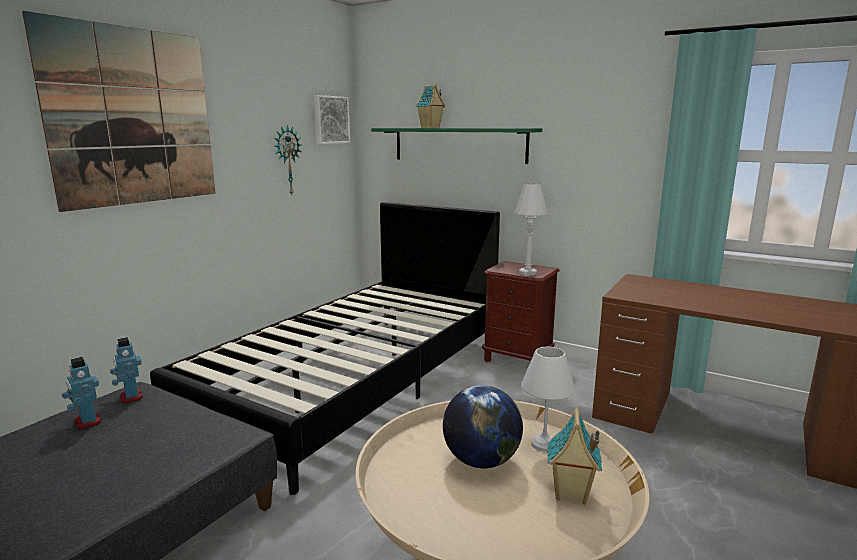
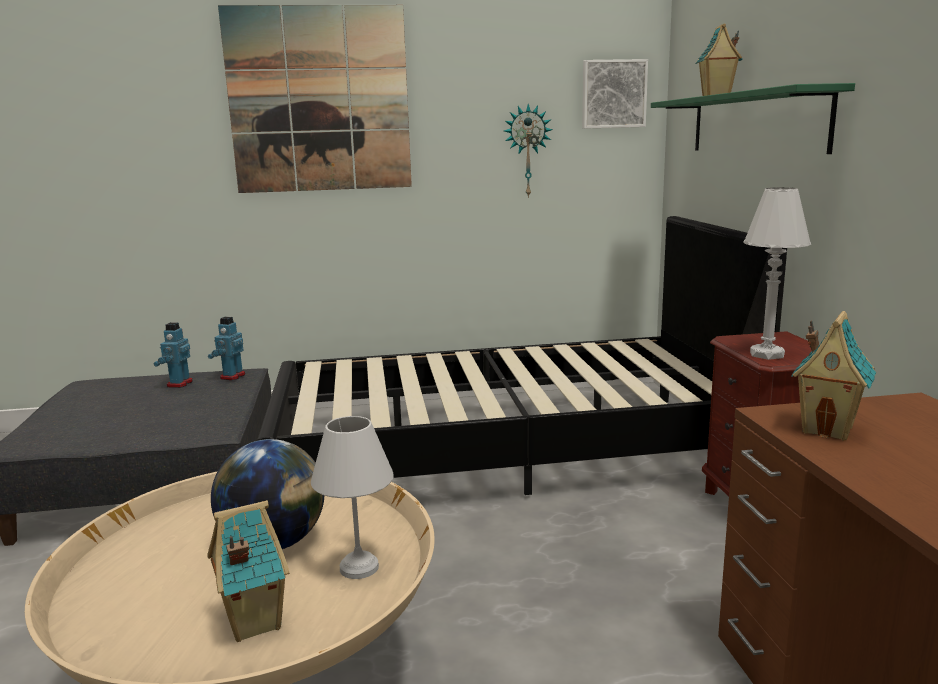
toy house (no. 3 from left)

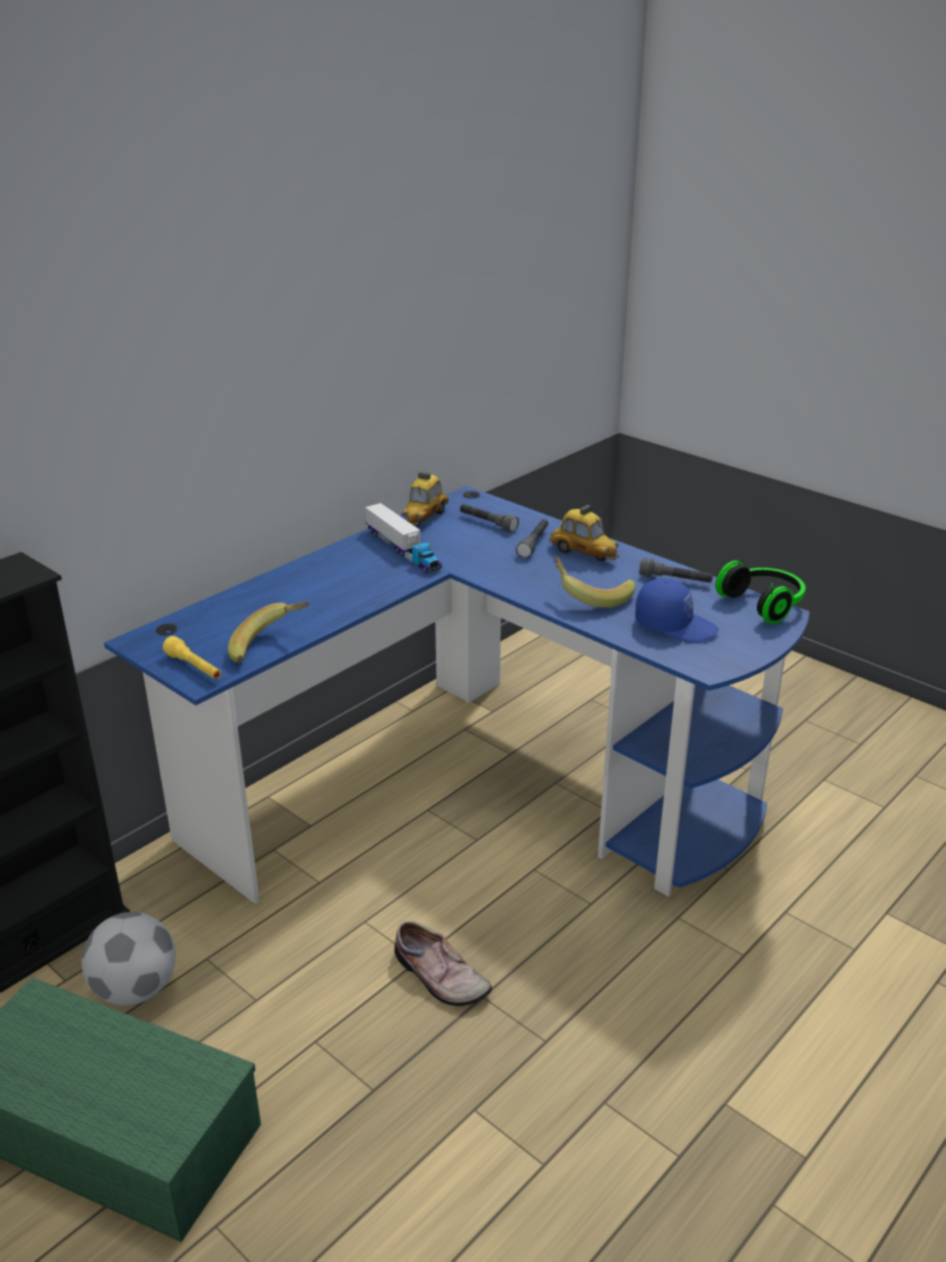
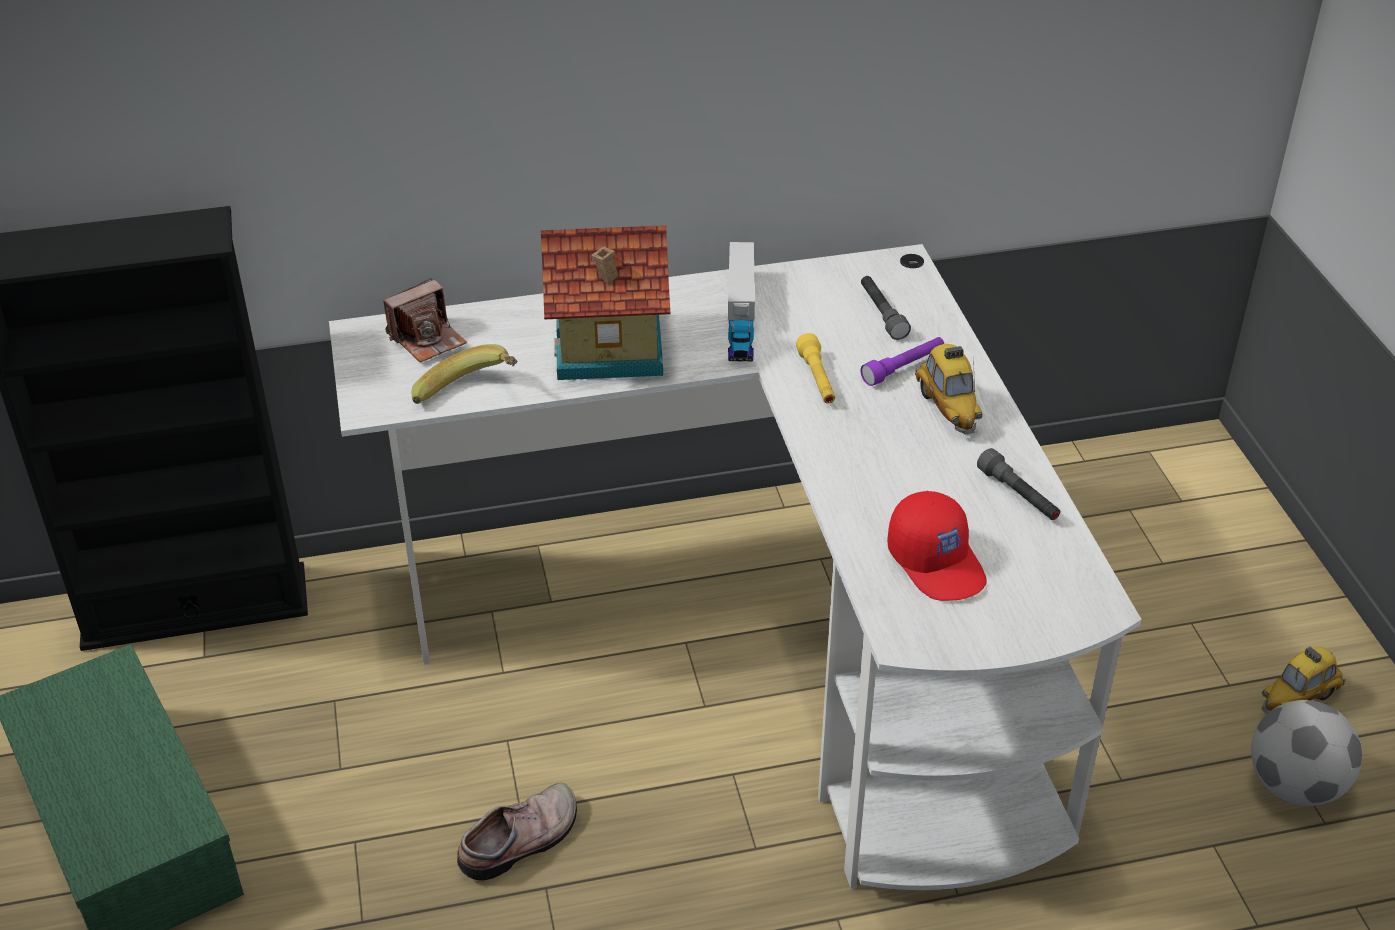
banana (no. 2 from left in the first image)
headphones
photo camera
toy house
football
yellow flashlight
toy car (no. 2 from left)
white desk
purple flashlight
red cap
shoe

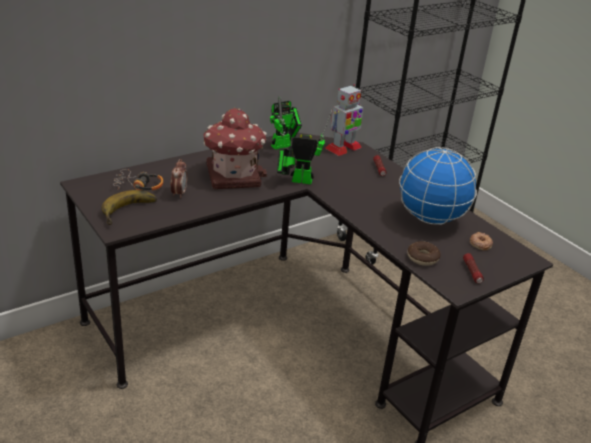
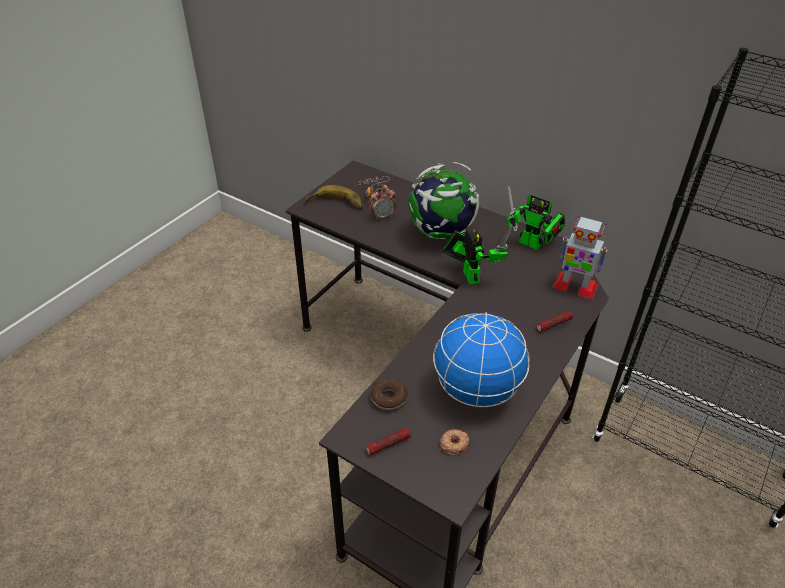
globe (no. 1 from left)

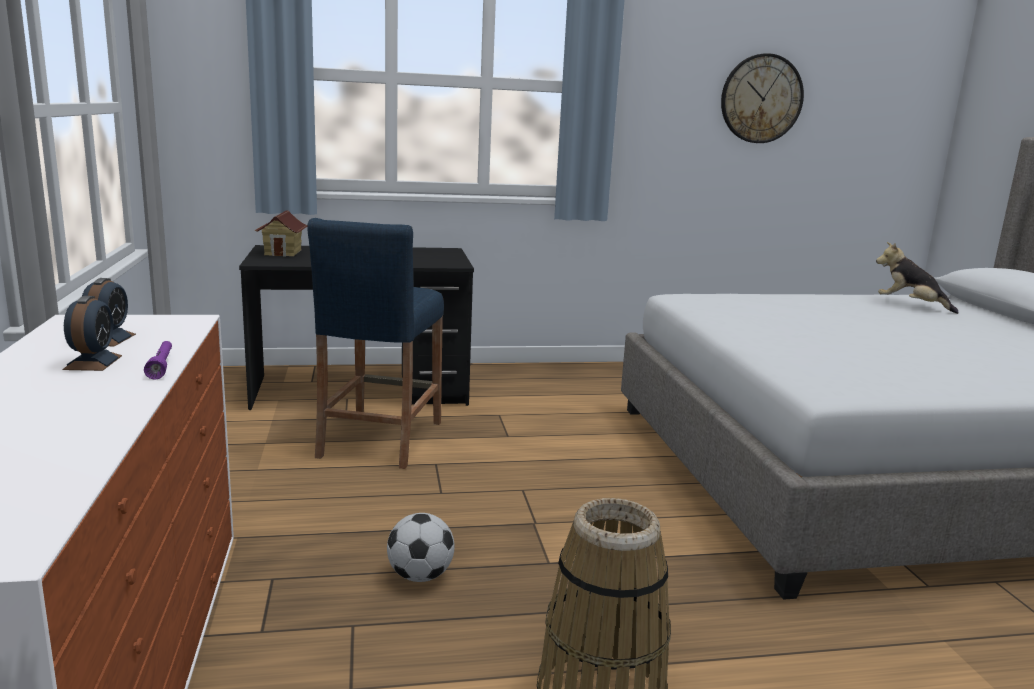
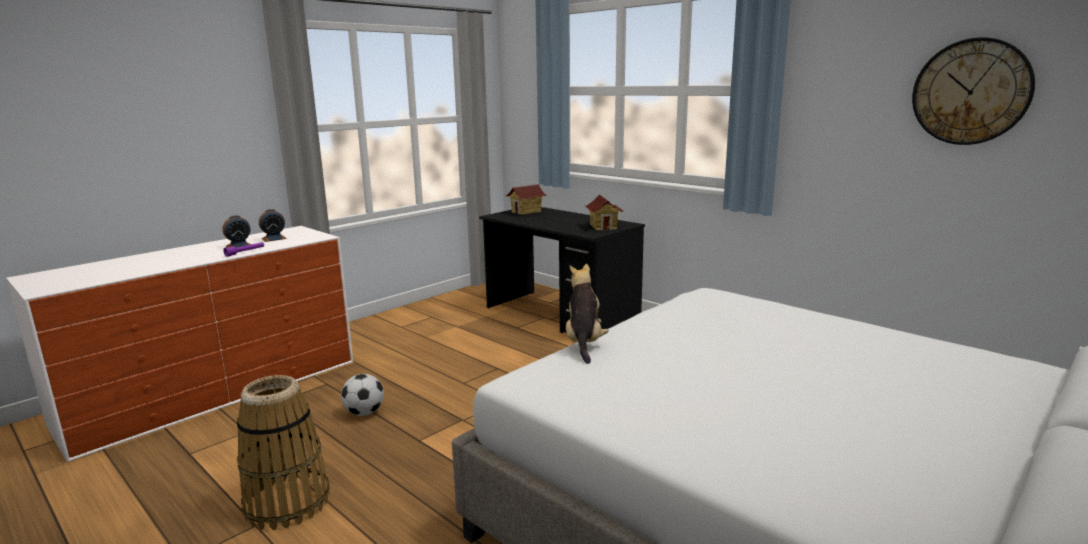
blue stool
toy house (no. 2 from left)
plush toy

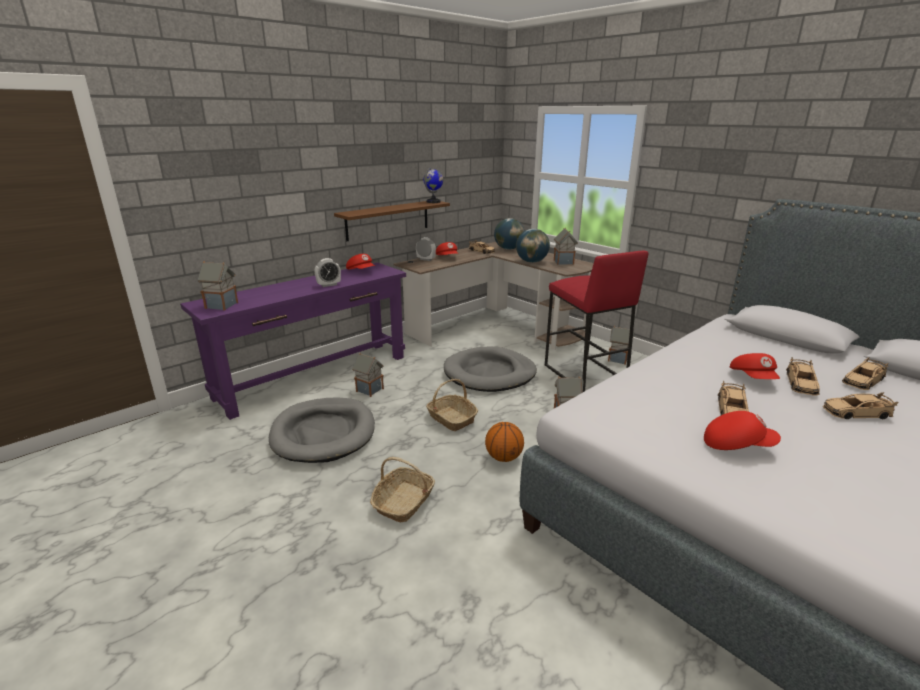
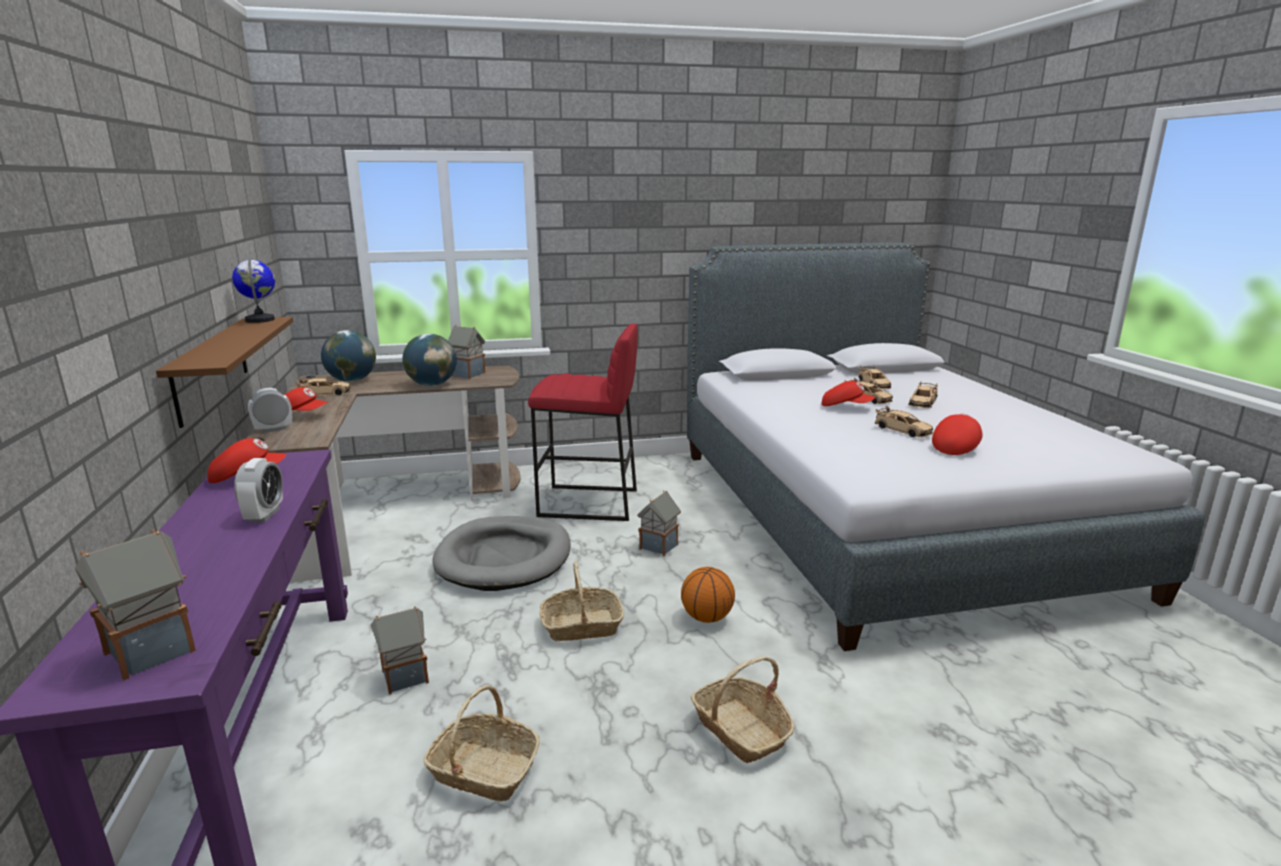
toy house (no. 5 from left in the first image)
basket (no. 1 from left)

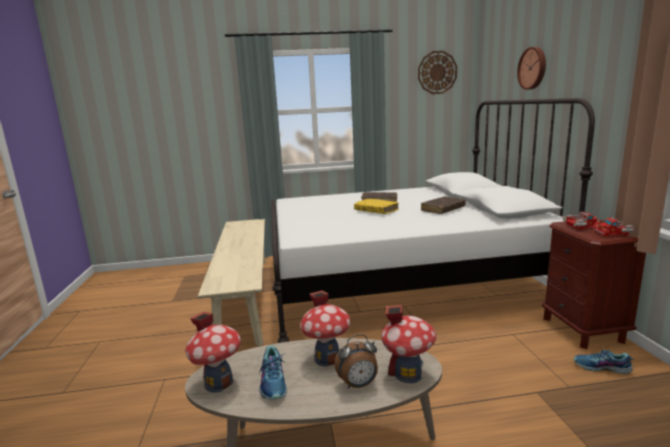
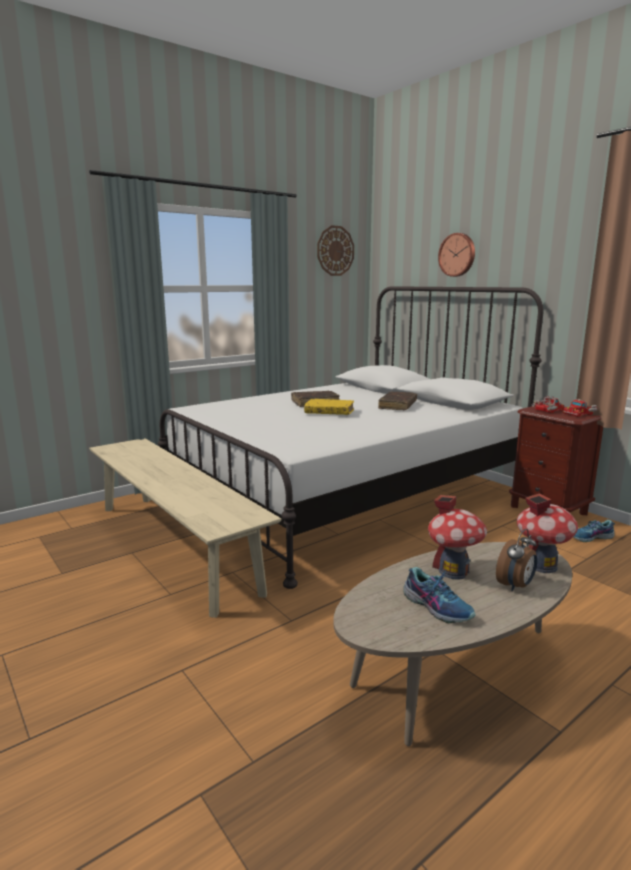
toy house (no. 1 from left in the first image)

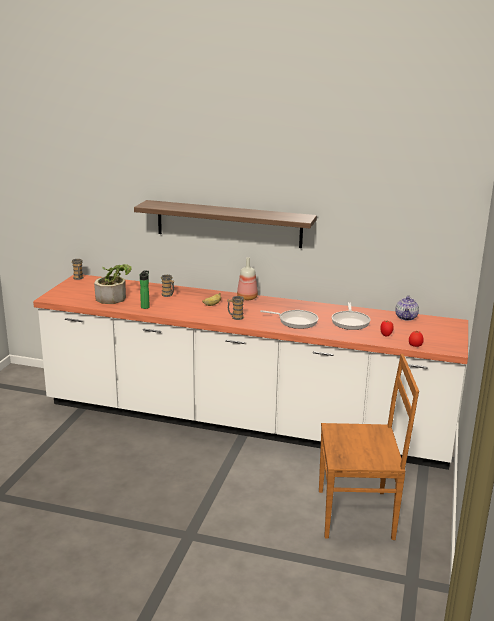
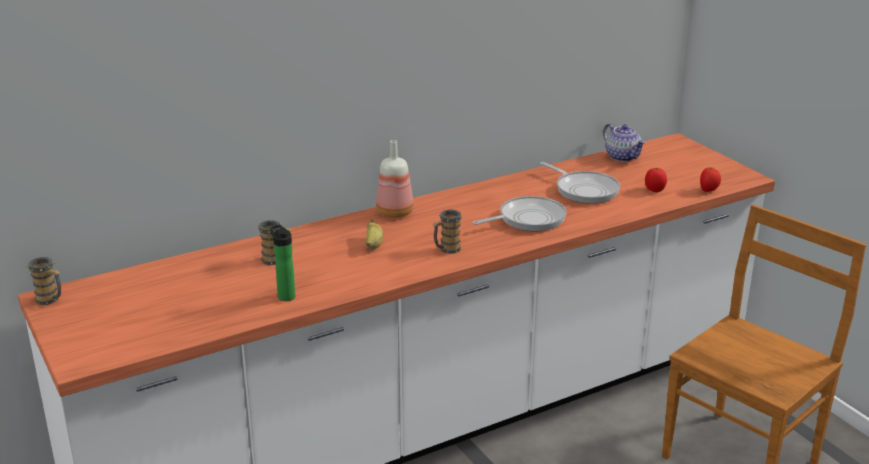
potted plant
shelf

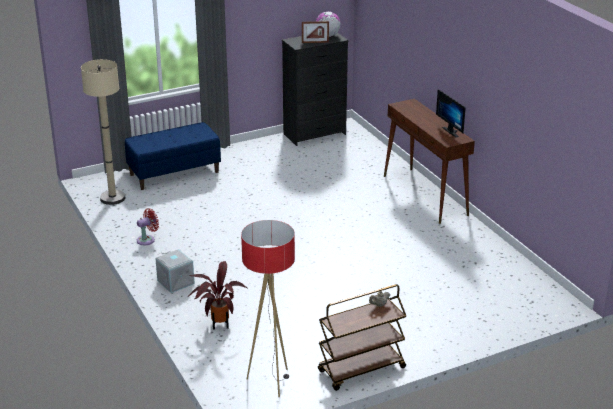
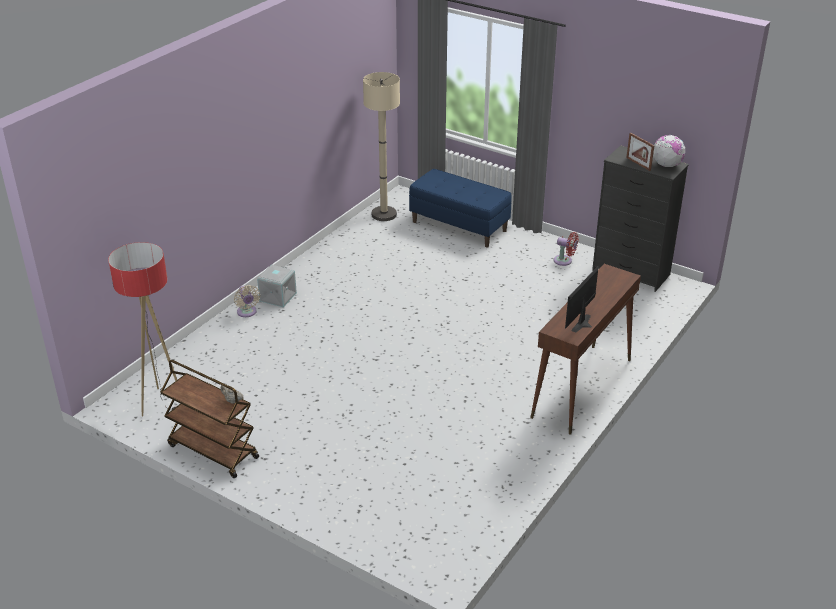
potted plant
beige fan
red fan

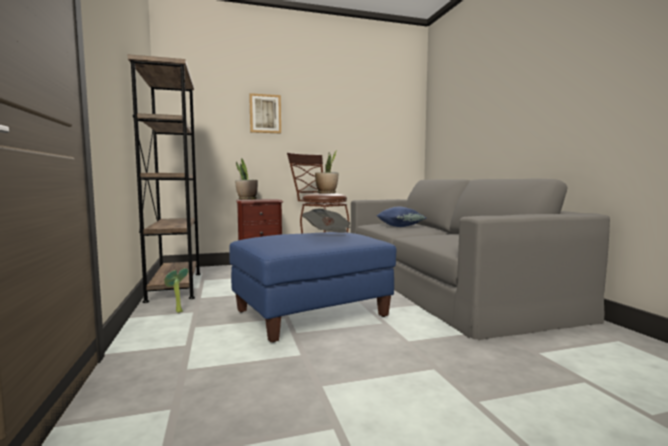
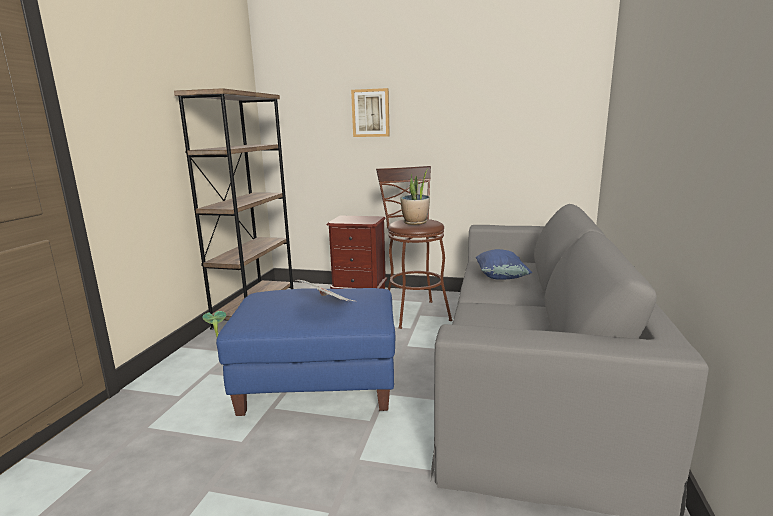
potted plant (no. 2 from left in the first image)

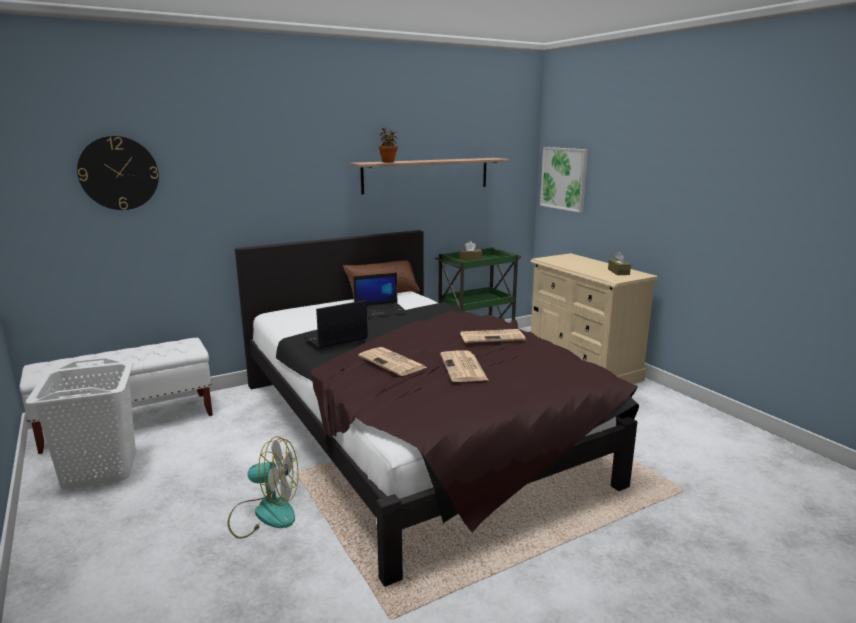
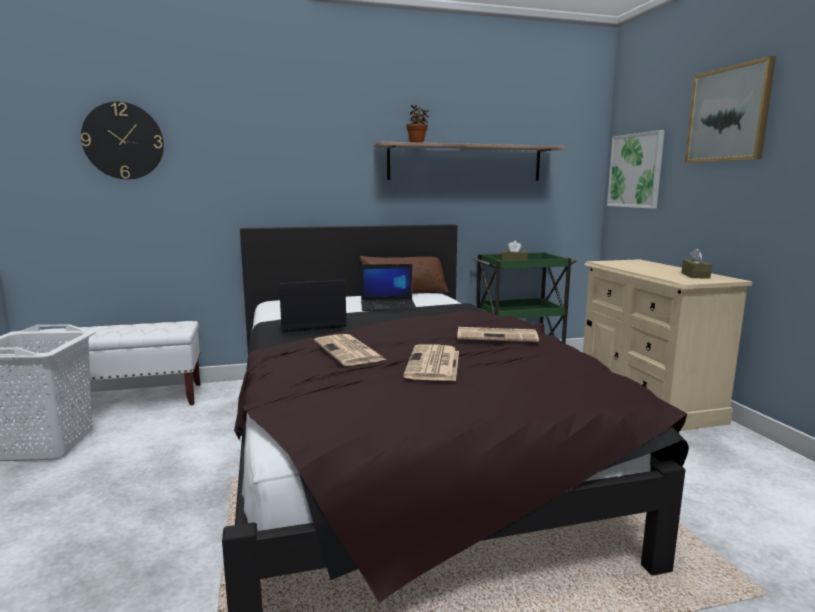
fan
picture (no. 2 from left)

